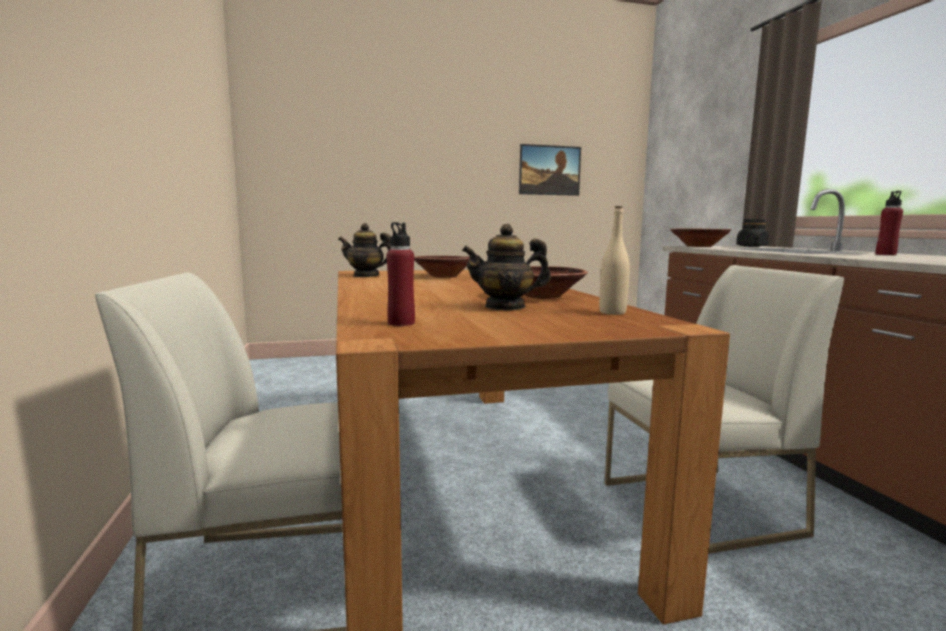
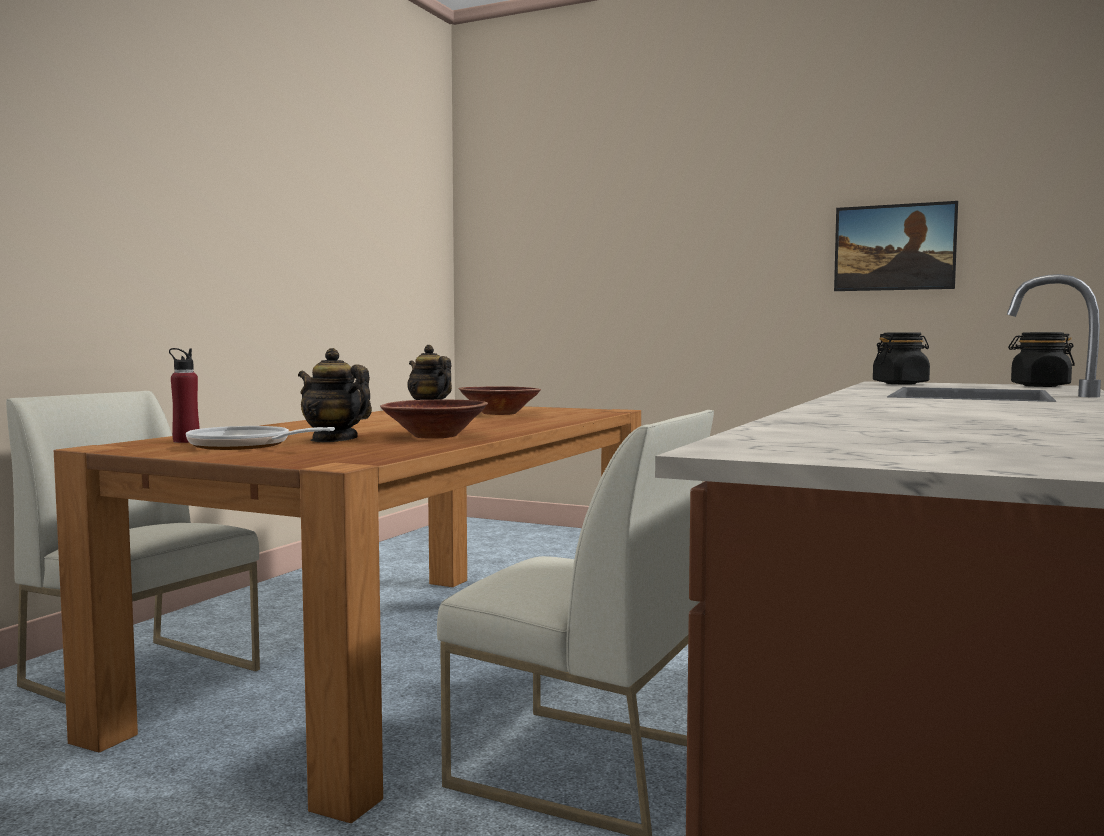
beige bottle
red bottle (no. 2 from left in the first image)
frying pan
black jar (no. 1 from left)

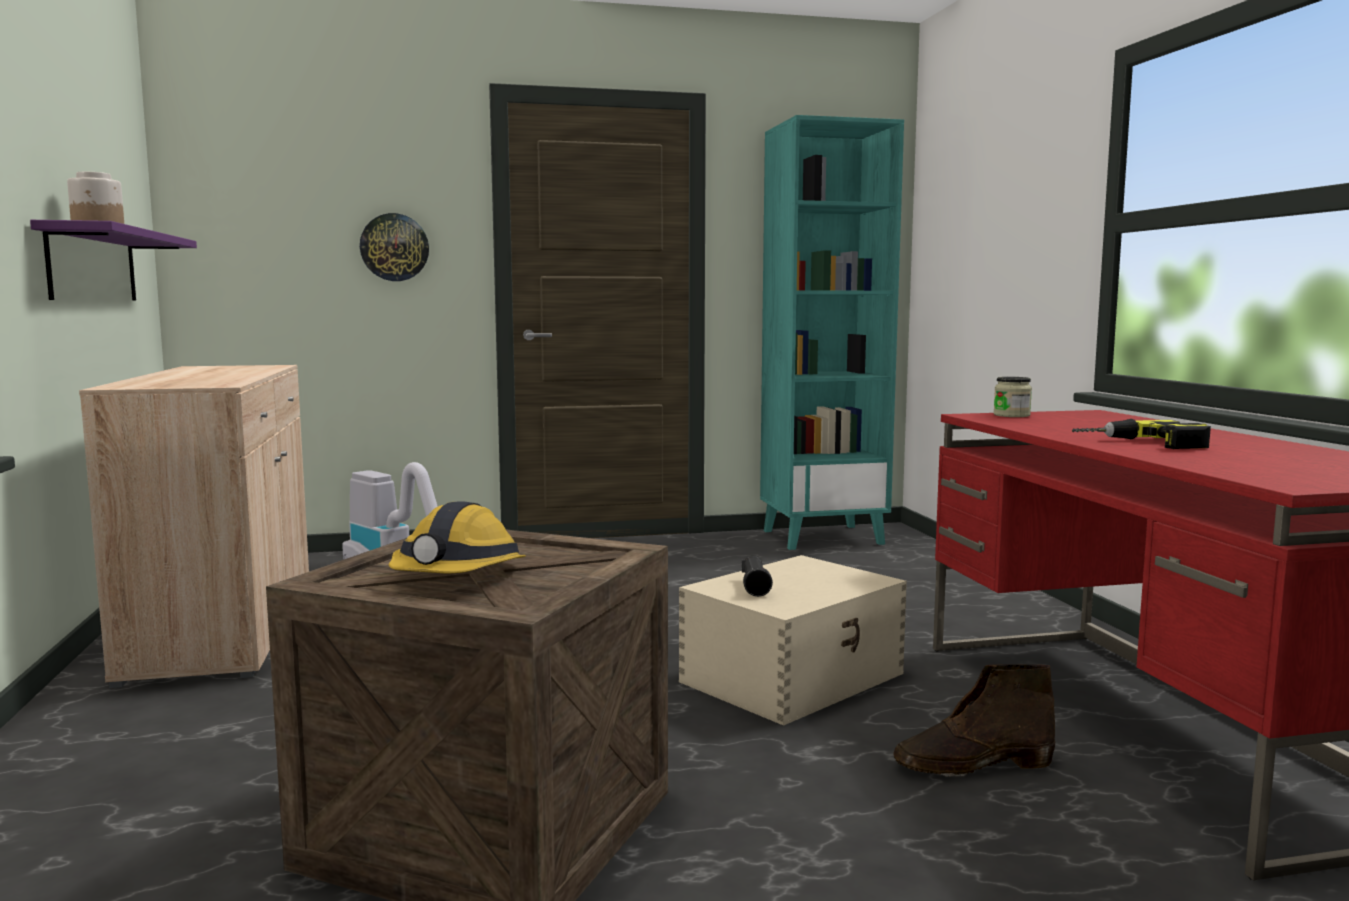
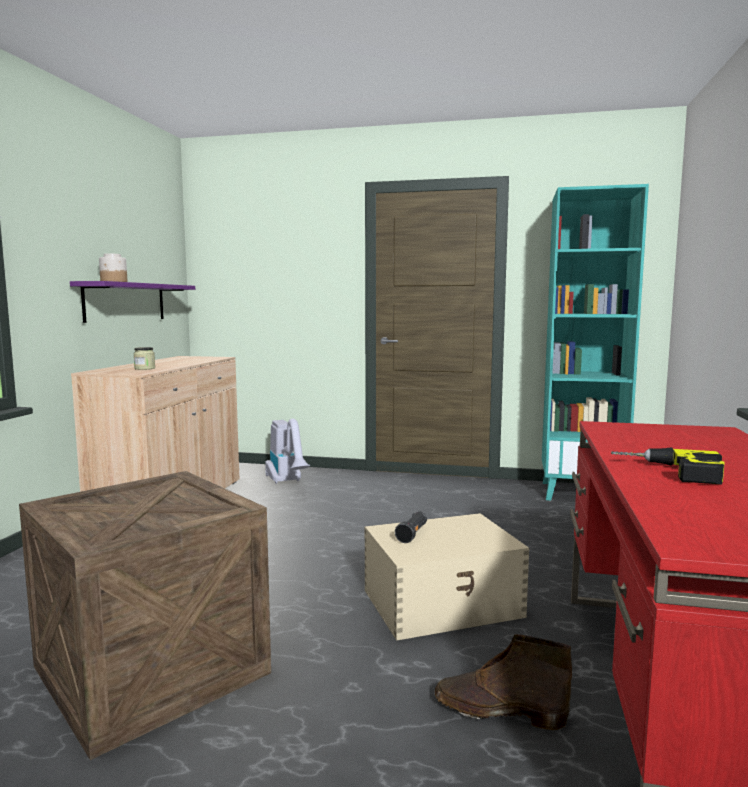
wall clock
hard hat
jar (no. 2 from left)

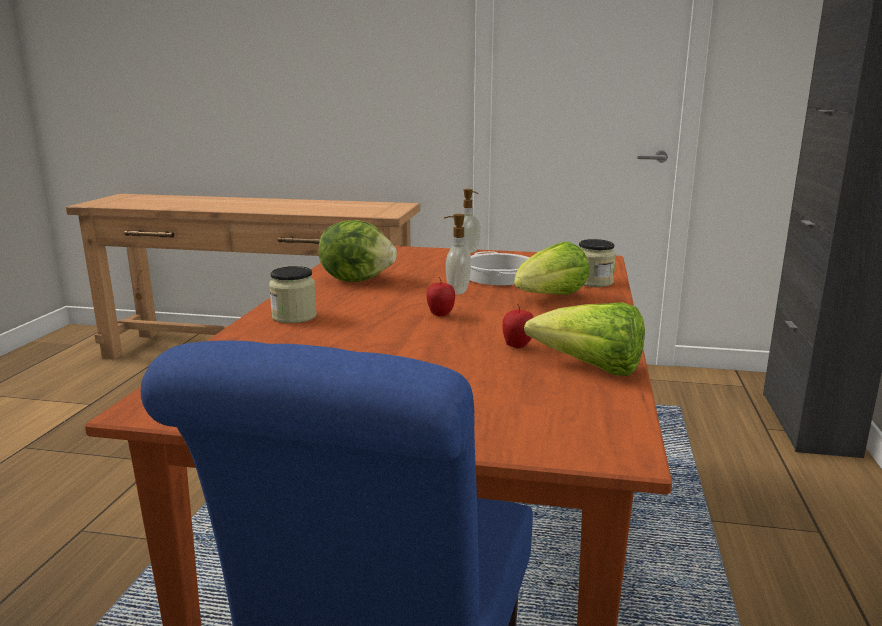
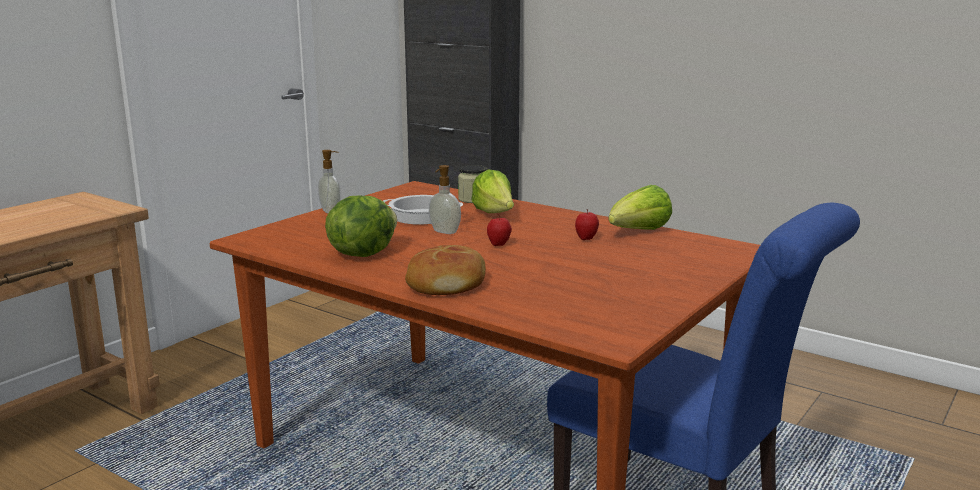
bread

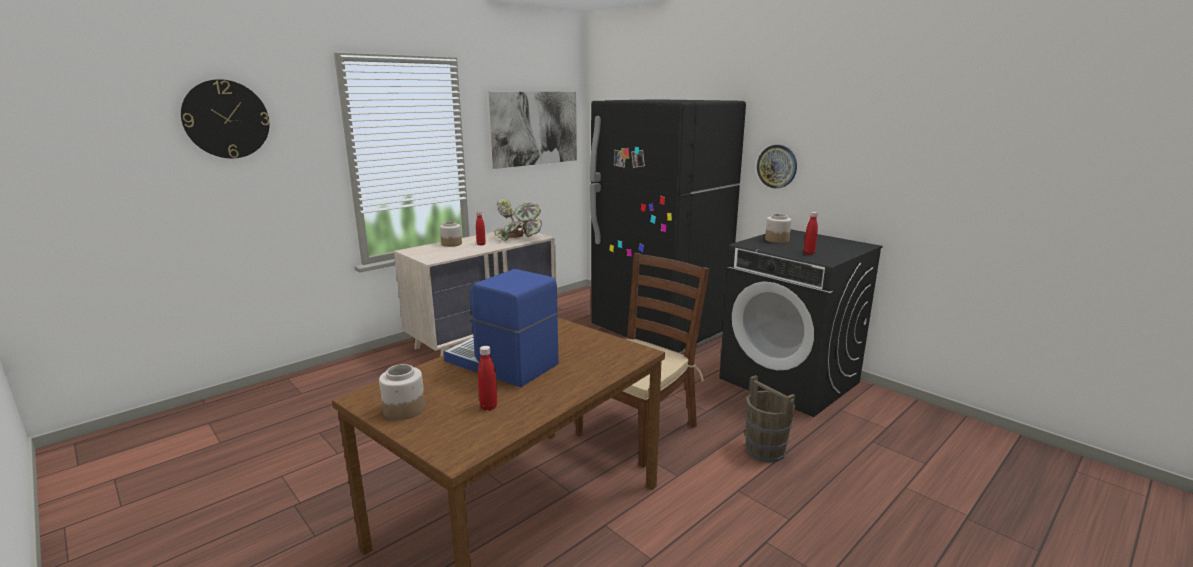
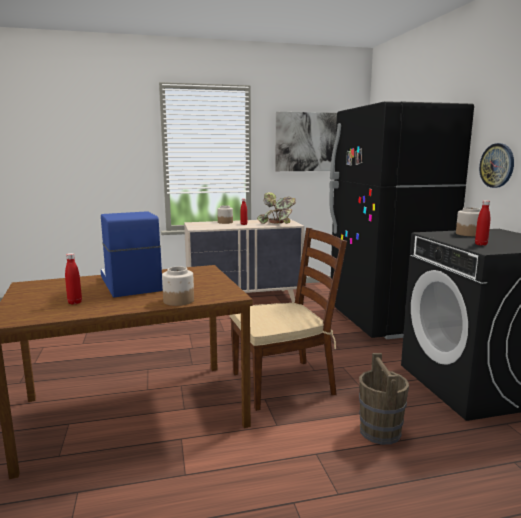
wall clock (no. 1 from left in the first image)
jar (no. 1 from left)

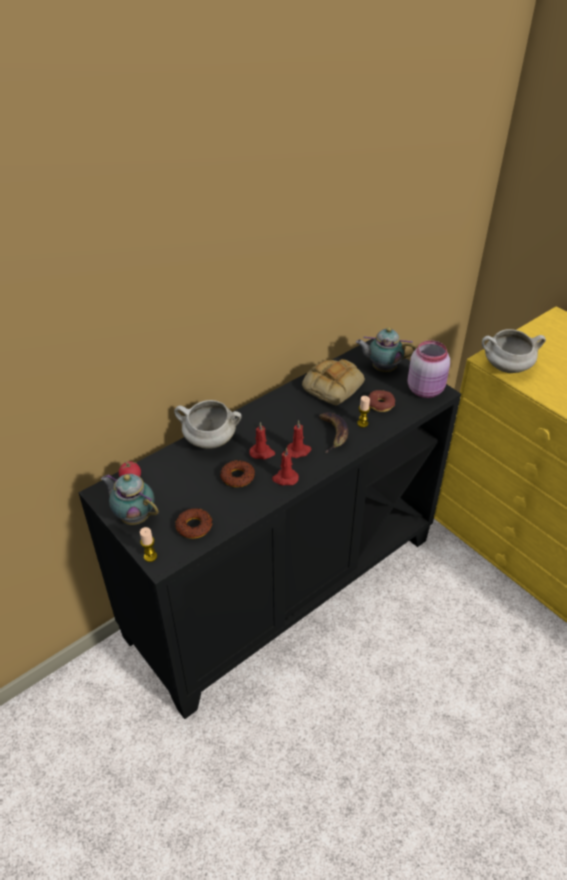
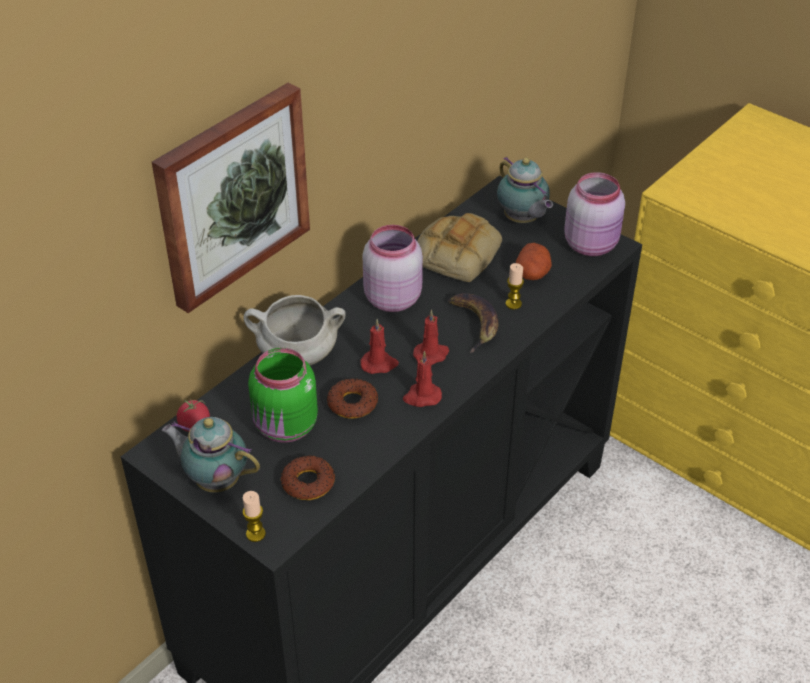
white cooking pot (no. 2 from left in the first image)
picture
green jar
pink jar (no. 1 from left)
potato
teapot (no. 2 from left)

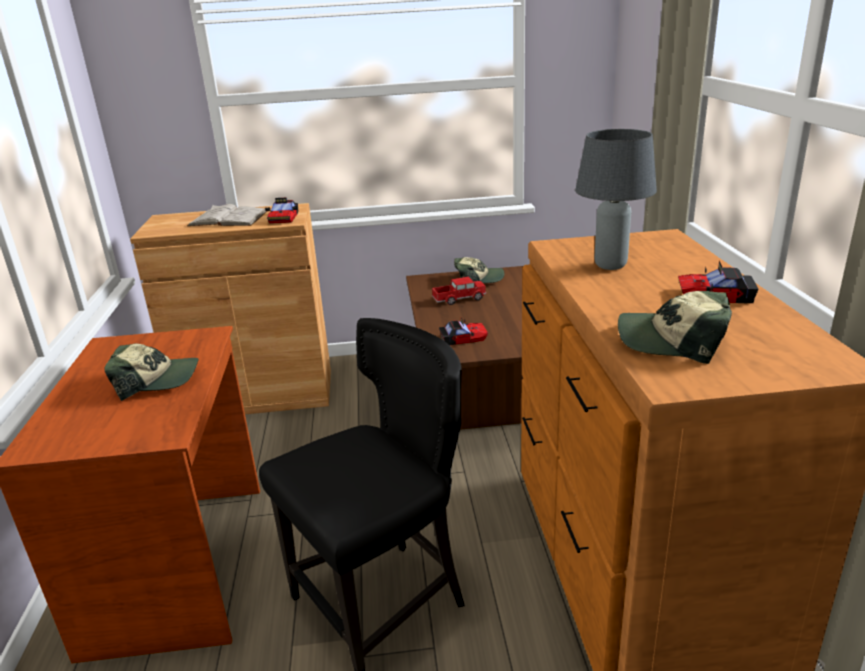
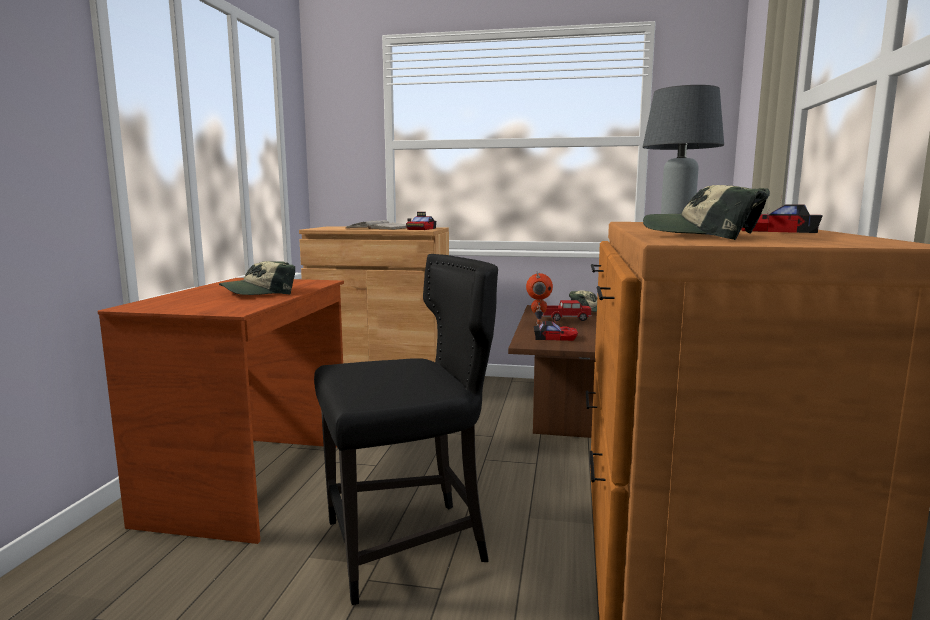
toy robot
cap (no. 1 from left)

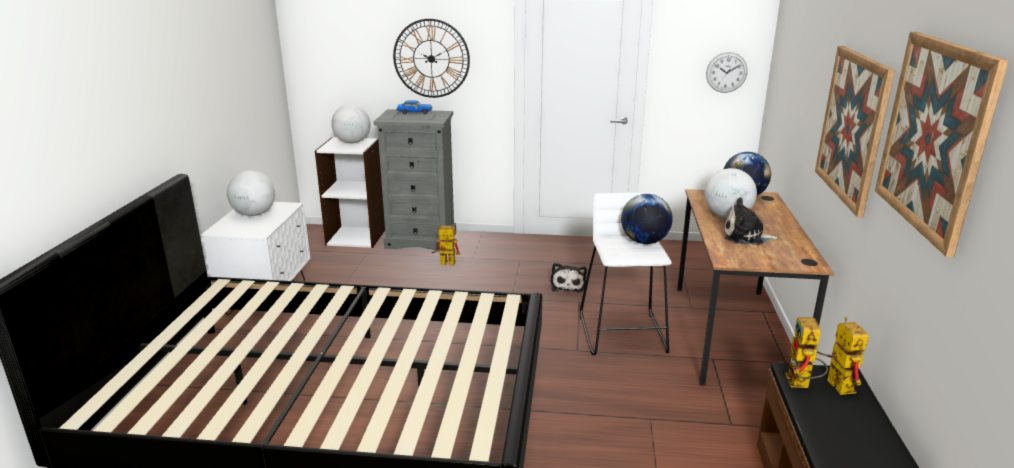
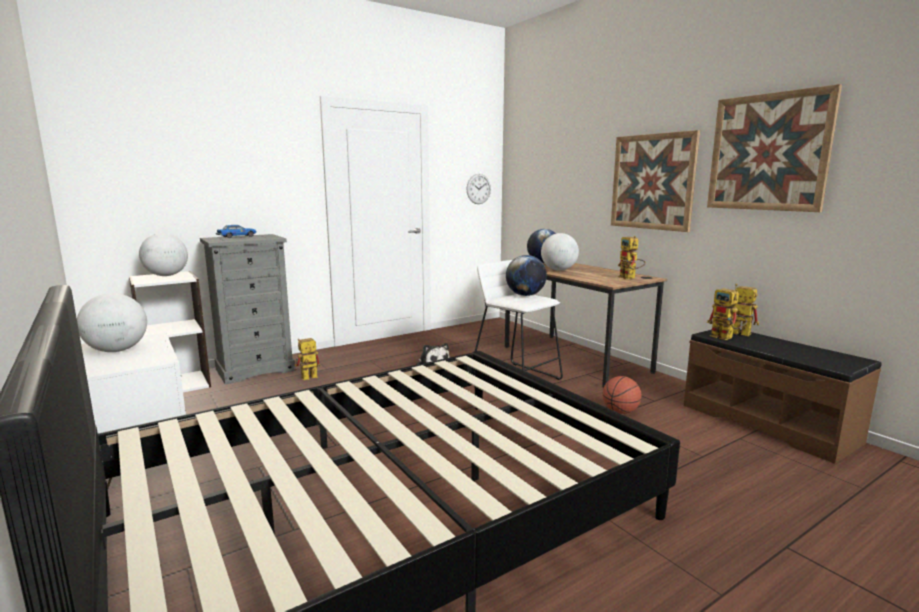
wall clock (no. 1 from left in the first image)
plush toy (no. 2 from left in the first image)
basketball
toy robot (no. 2 from left)

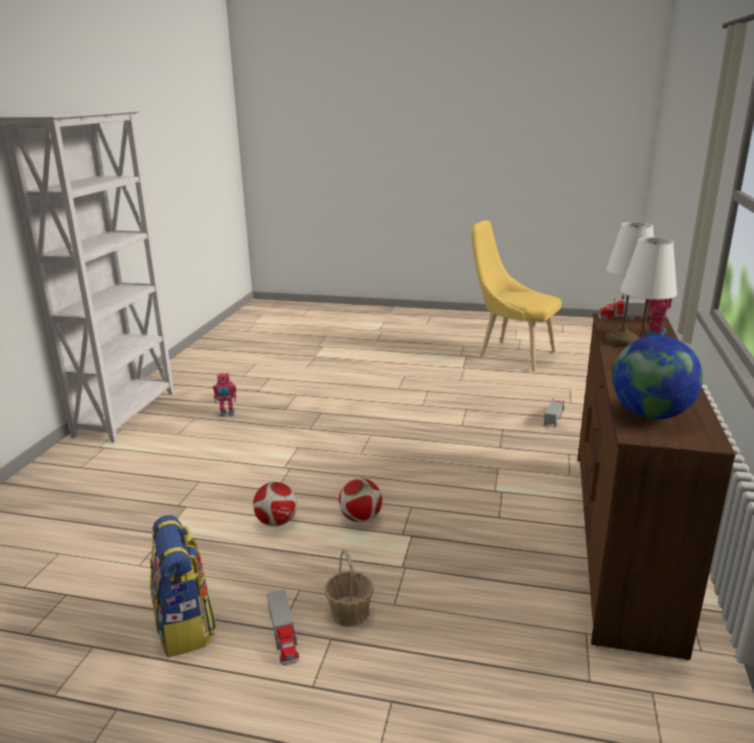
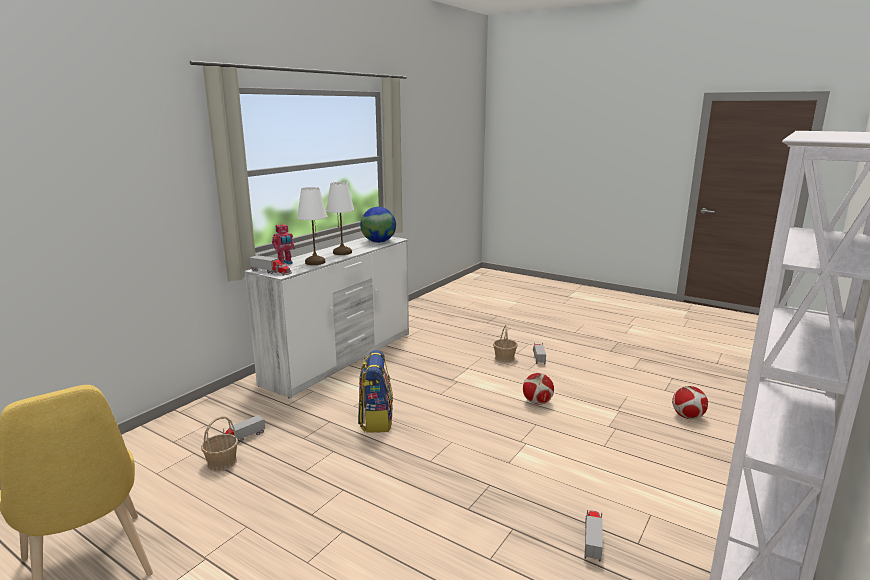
basket (no. 1 from left)
backpack
football (no. 2 from left)
toy truck (no. 4 from left)
white dresser

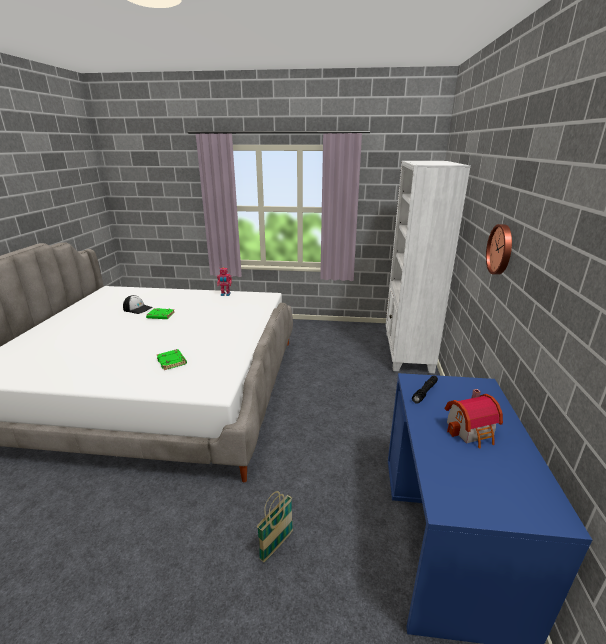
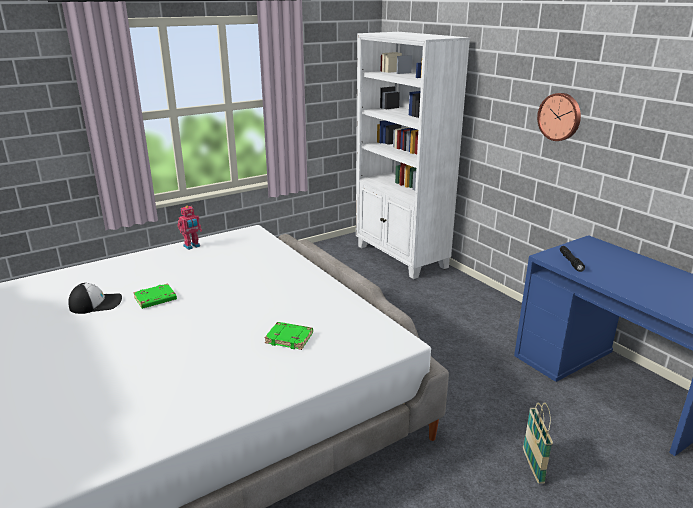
toy house

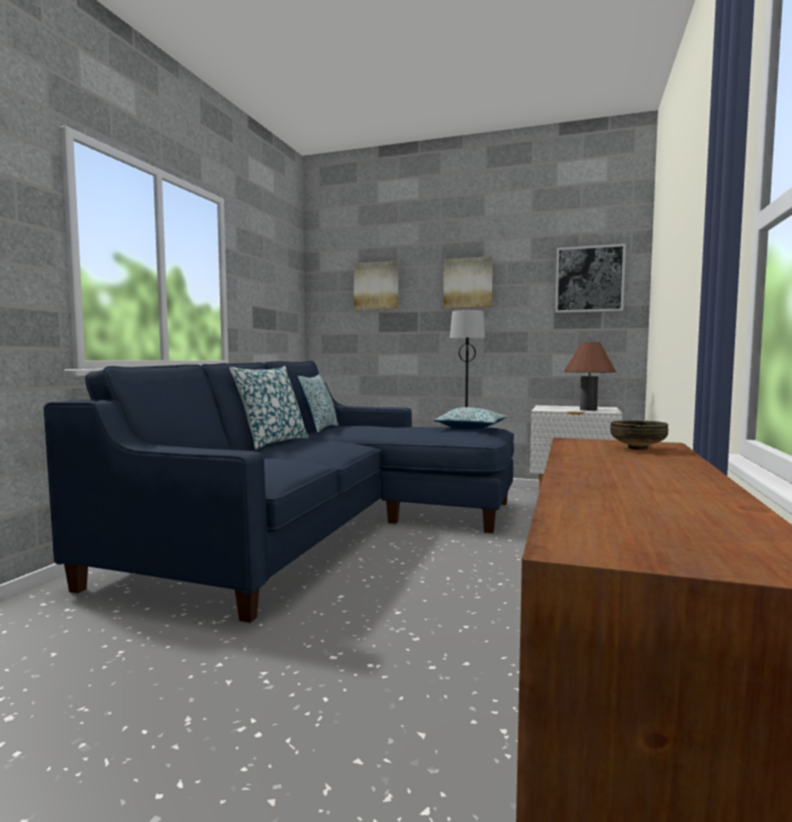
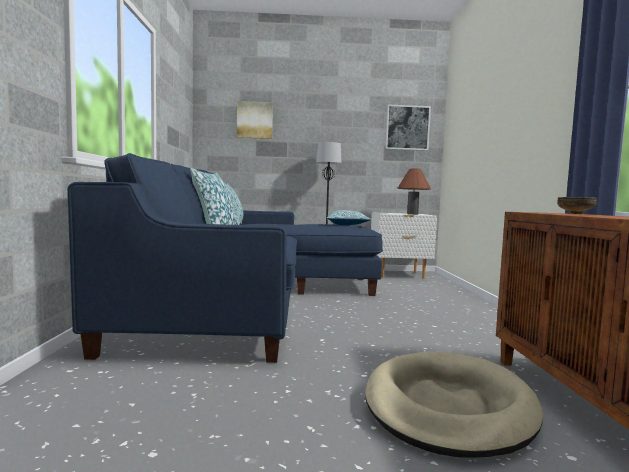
picture (no. 2 from left in the first image)
beige dog bed

